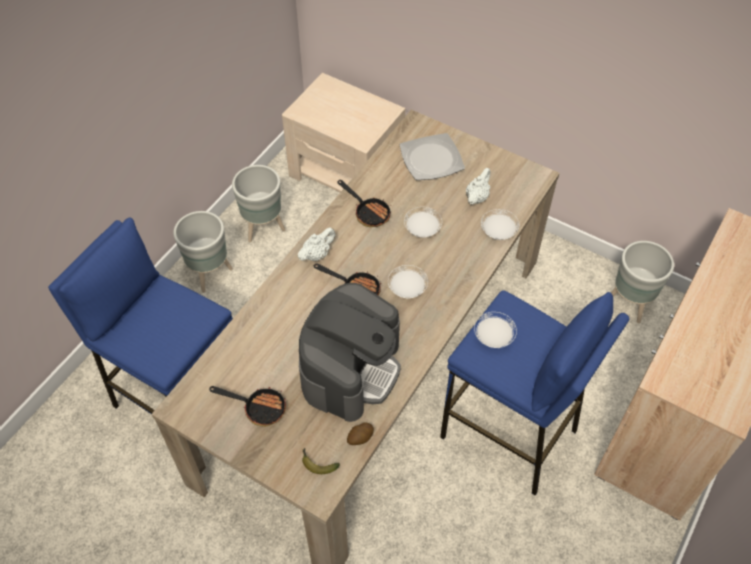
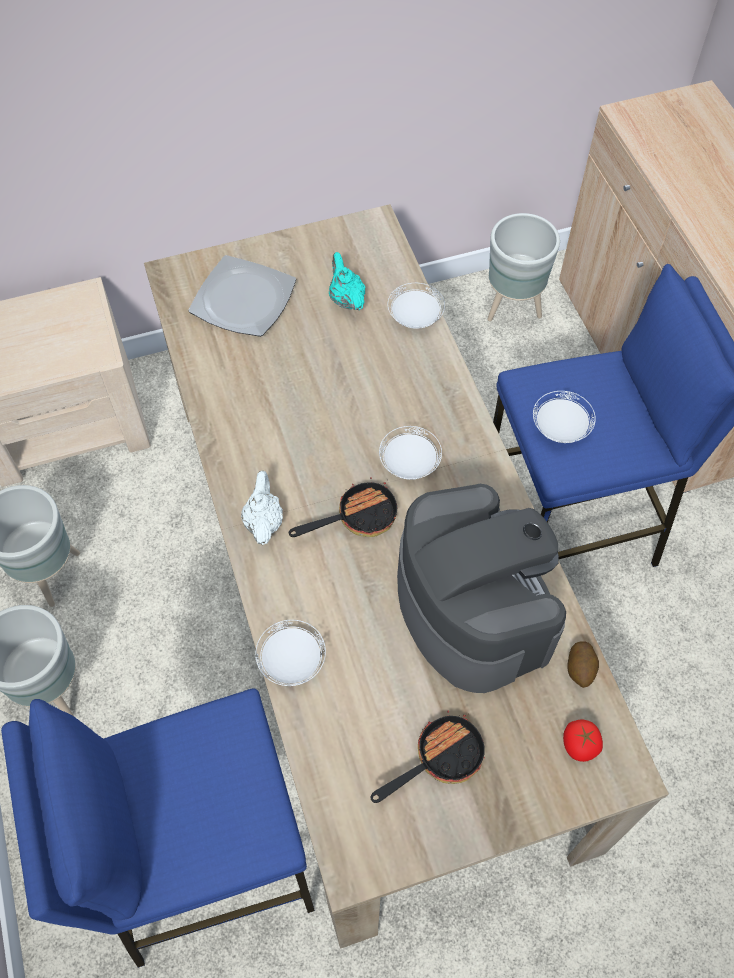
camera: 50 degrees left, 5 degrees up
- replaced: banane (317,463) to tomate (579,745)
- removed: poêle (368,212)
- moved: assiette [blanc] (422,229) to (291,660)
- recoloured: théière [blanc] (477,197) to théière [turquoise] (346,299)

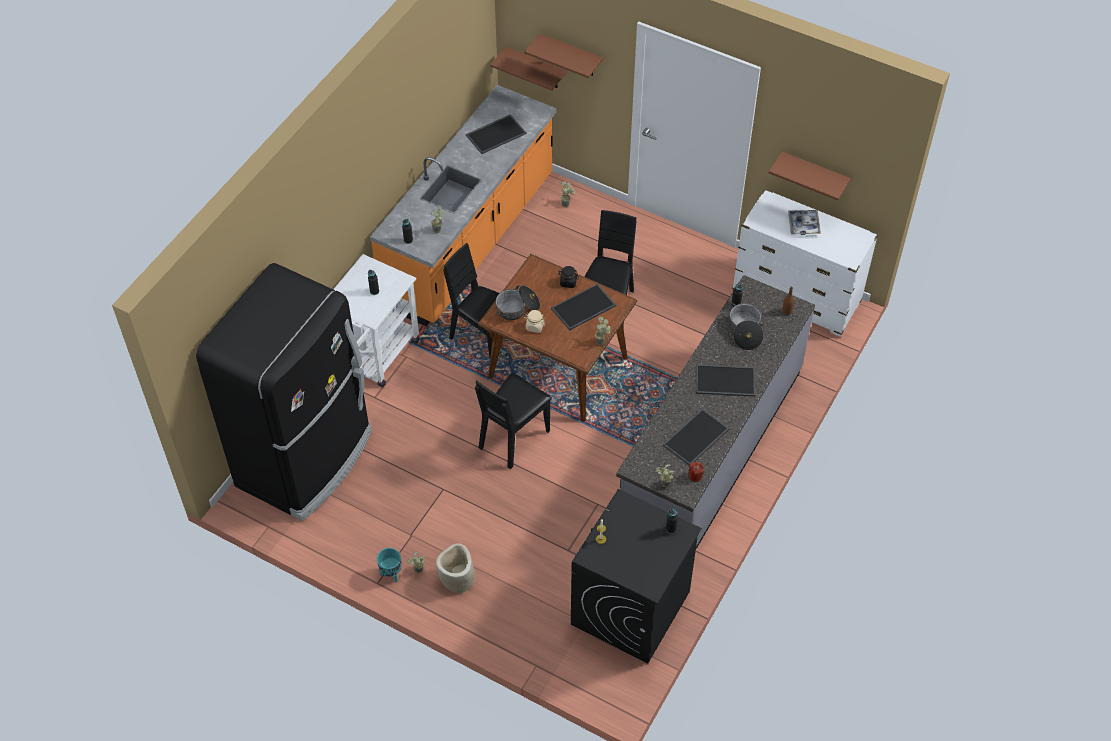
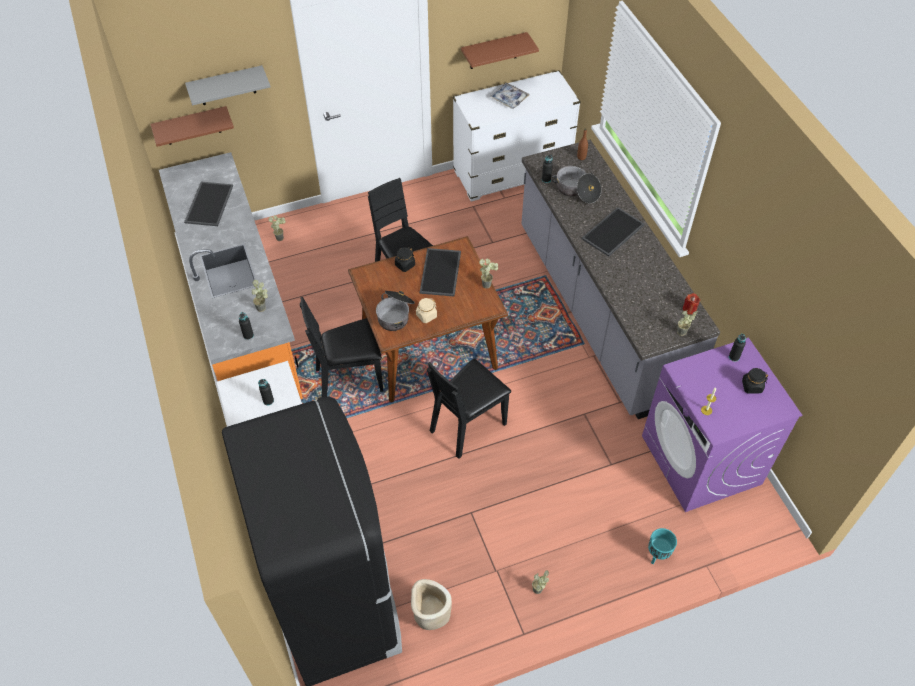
camera: 50 degrees left, 0 degrees up
- moved: cache-pot [turquoise] (391,574) to (658,555)
- moved: cache-pot [beige] (457,578) to (431,613)
- turned: chaise [noir] (514,438) = (468,426) 60 degrees clockwise
- recoloured: étagère [marron] (571,56) to étagère [gris] (226,86)
- recoloured: lave-linge [noir] (630,608) to lave-linge [violet] (701,460)
- removed: plateau (696,438)
- added: bocal [noir] (751,386)

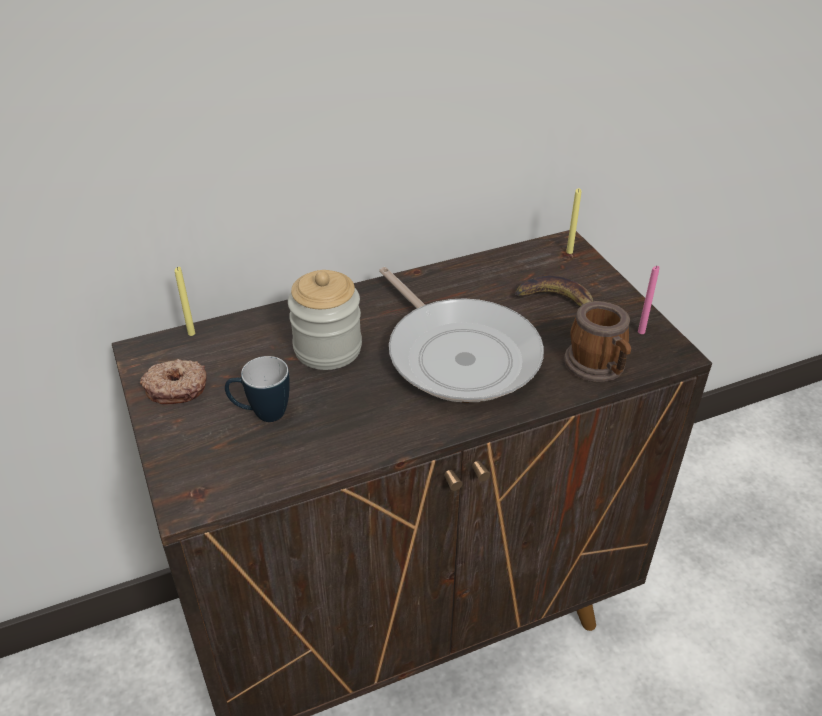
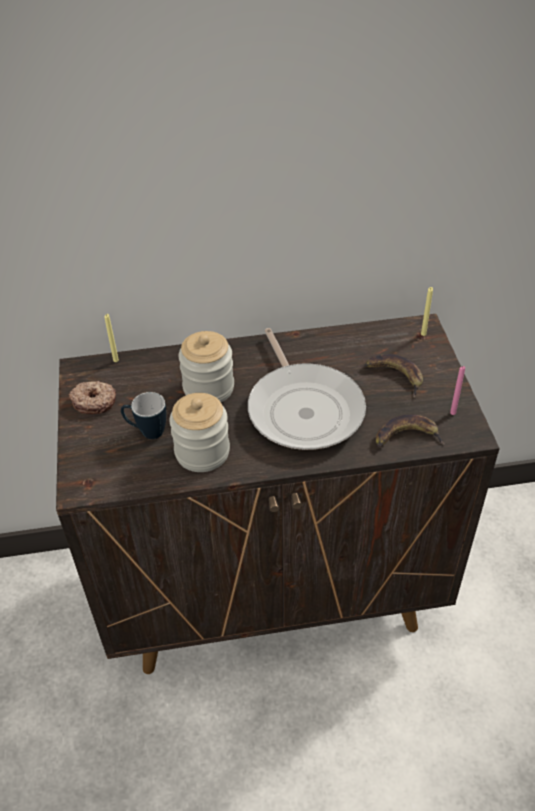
camera: 15 degrees right, 5 degrees up
- replaced: mug (598,367) to banane (406,437)
- added: bocal (202,452)

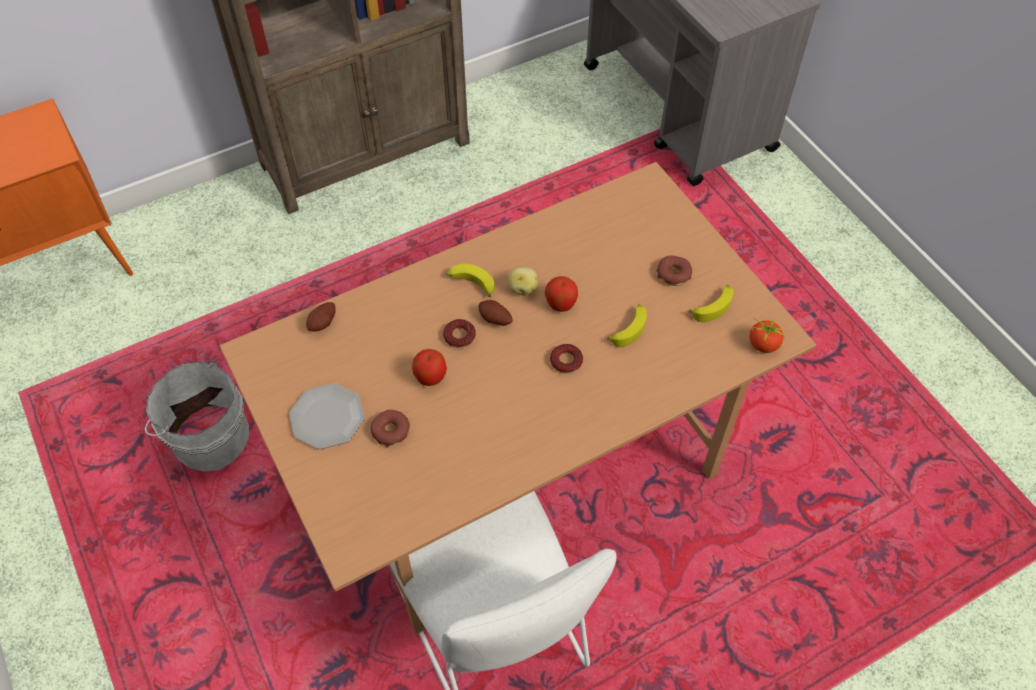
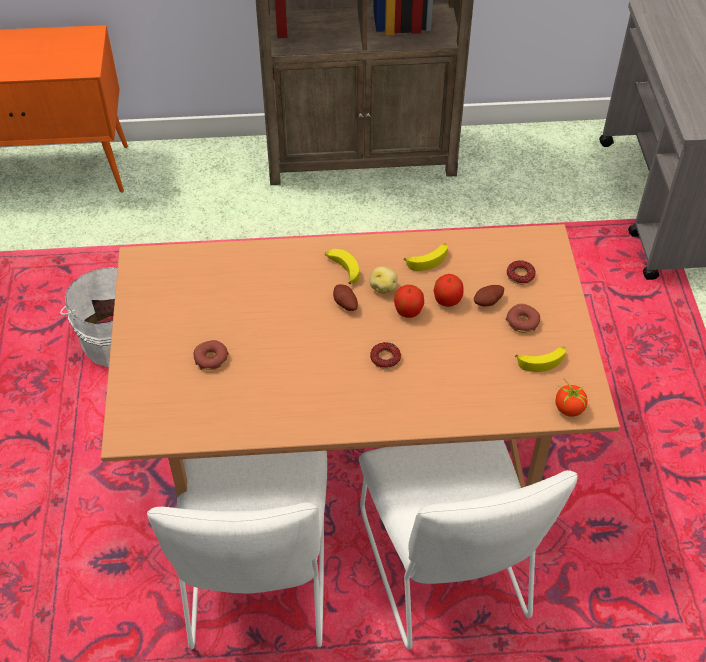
camera: 25 degrees right, 5 degrees down
- removed: assiette (328,417)
- moved: pomme de terre (323,323) to (488,302)
- moved: pomme (430,377) to (447,300)
- moved: beignet (459,336) to (520,275)
- moved: banane (629,328) to (428,259)
- added: chaise [blanc] (446,572)

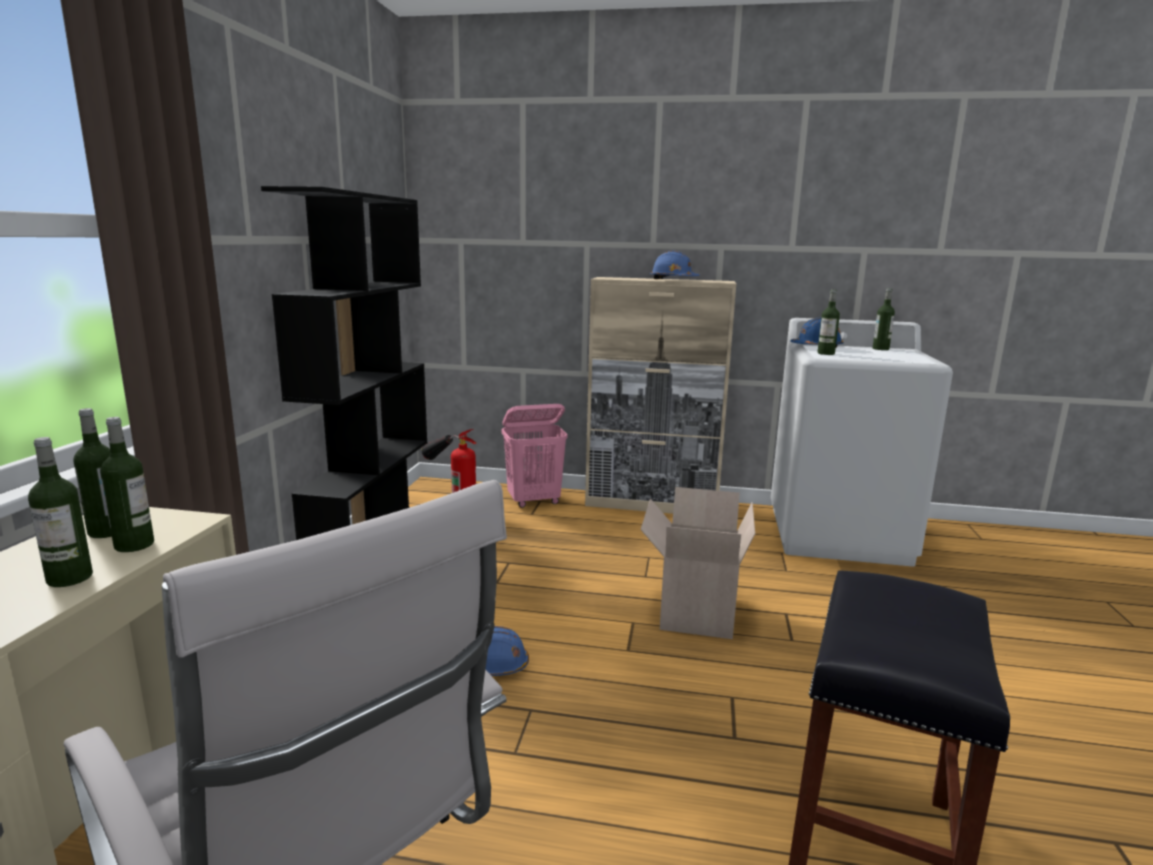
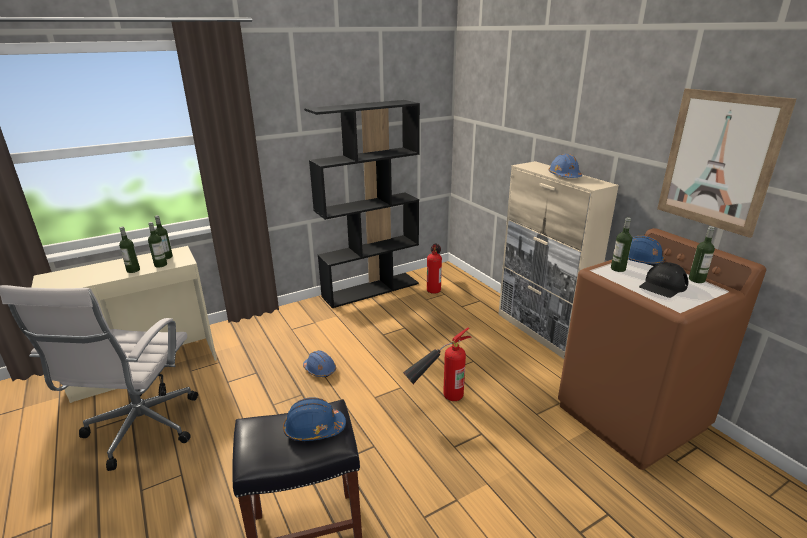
camera: 50 degrees right, 10 degrees up
- removed: panier à linge [rose] (534,501)
- replaced: carton (694,612) to extincteur (437,401)
- recoloured: lave-linge [blanc] (839,534) to lave-linge [marron] (631,417)
- added: casque de chantier [bleu] (314,429)
- added: casquette [noir] (662,286)
- added: tableau (718,161)

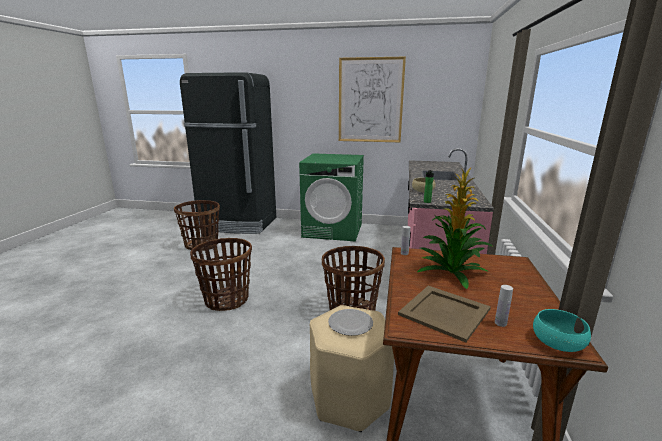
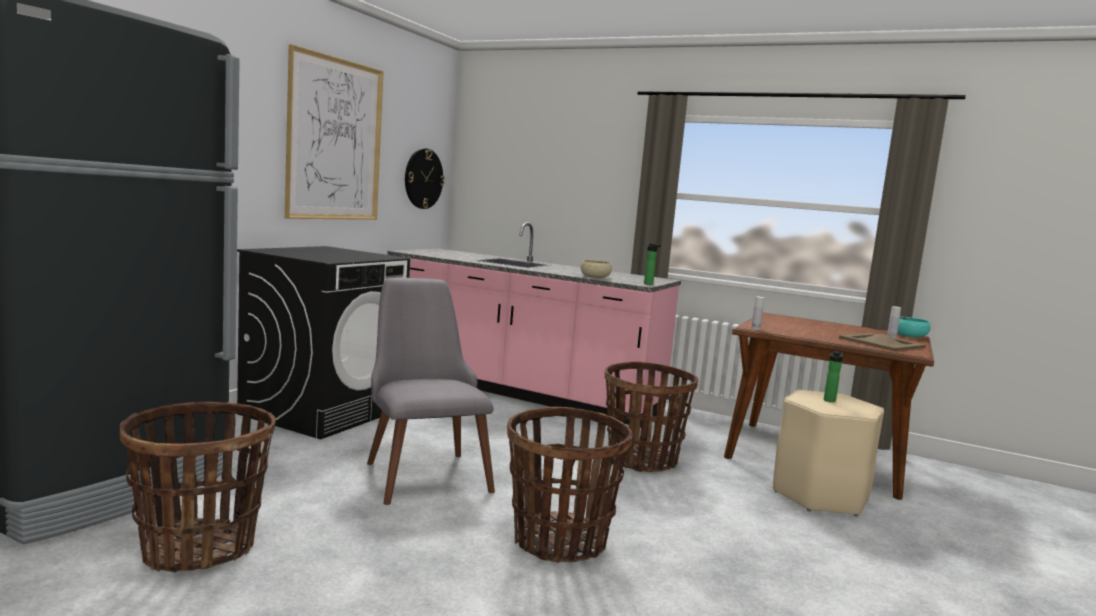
camera: 75 degrees left, 10 degrees down
- recoloured: lave-linge [vert] (333,230) to lave-linge [noir] (323,411)
- replaced: assiette (351,324) to bouteille (830,400)
- removed: plante en pot (452,272)
- added: chaise [gris] (422,470)
- added: horloge murale (423,178)

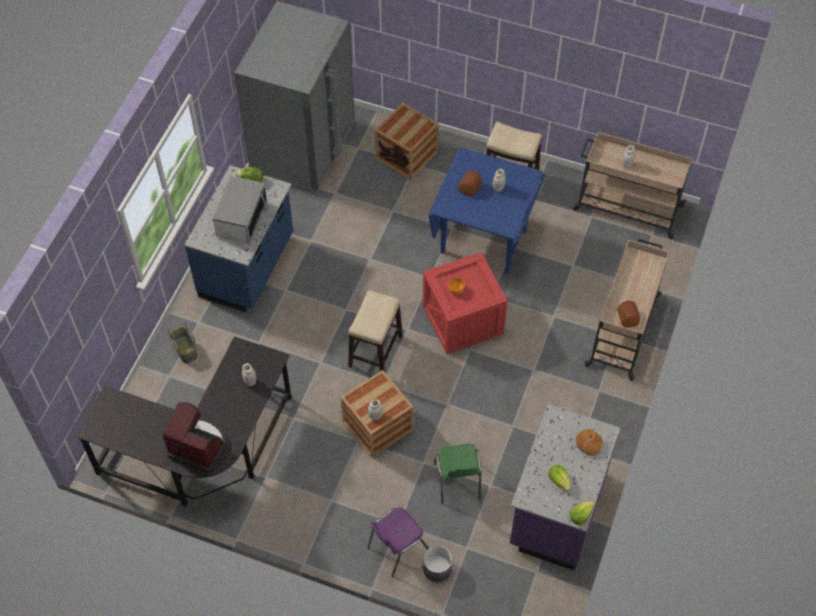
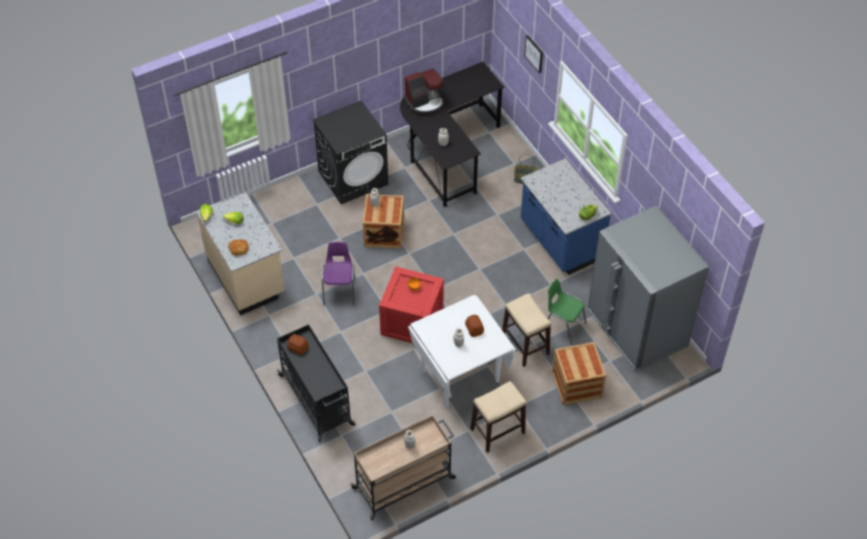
camera: 130 degrees right, 5 degrees down
- removed: micro-ondes (241,219)
- moved: tabouret (376,351) to (525,345)
- moved: chaise [violet] (396,549) to (340,291)
- removed: cache-pot [gris] (437,568)
- recoloured: table à manger [bleu] (483,240) to table à manger [blanc] (460,376)
- moved: chaise [vert] (457,482) to (563,326)
- recoloured: comptoir de cuisine [violet] (556,509) to comptoir de cuisine [beige] (247,276)
- recoloured: chariot [beige] (623,329) to chariot [noir] (317,401)
- added: lave-linge [noir] (353,177)
- added: tableau (534,53)

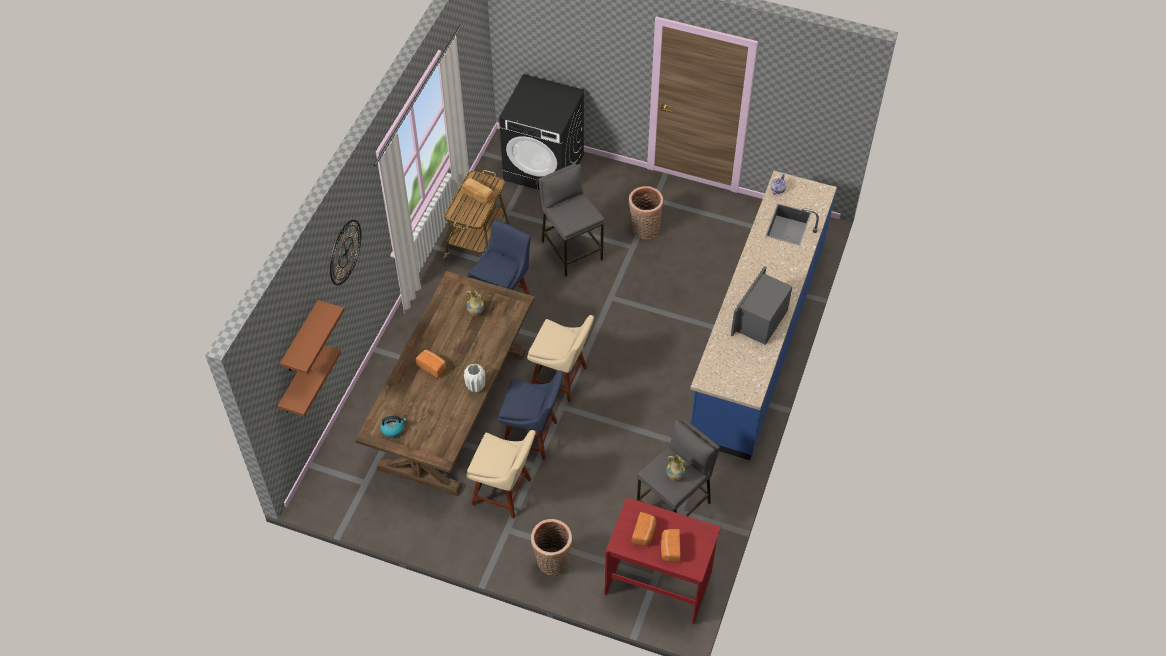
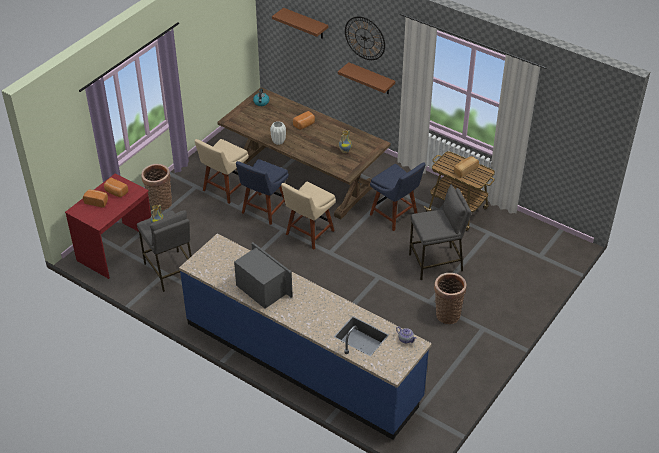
camera: 105 degrees right, 10 degrees down
- moved: étagère [marron] (298,381) to (371,79)
- removed: lave-linge [noir] (544,167)

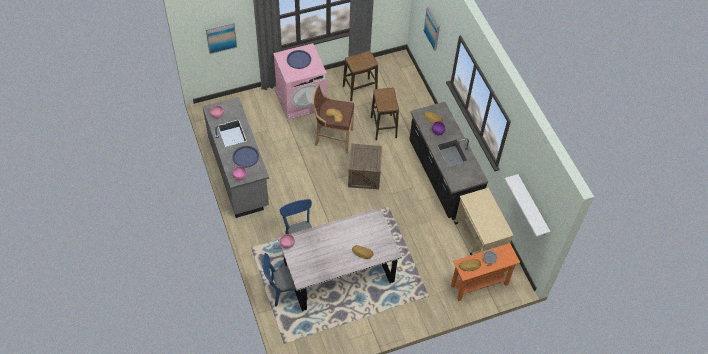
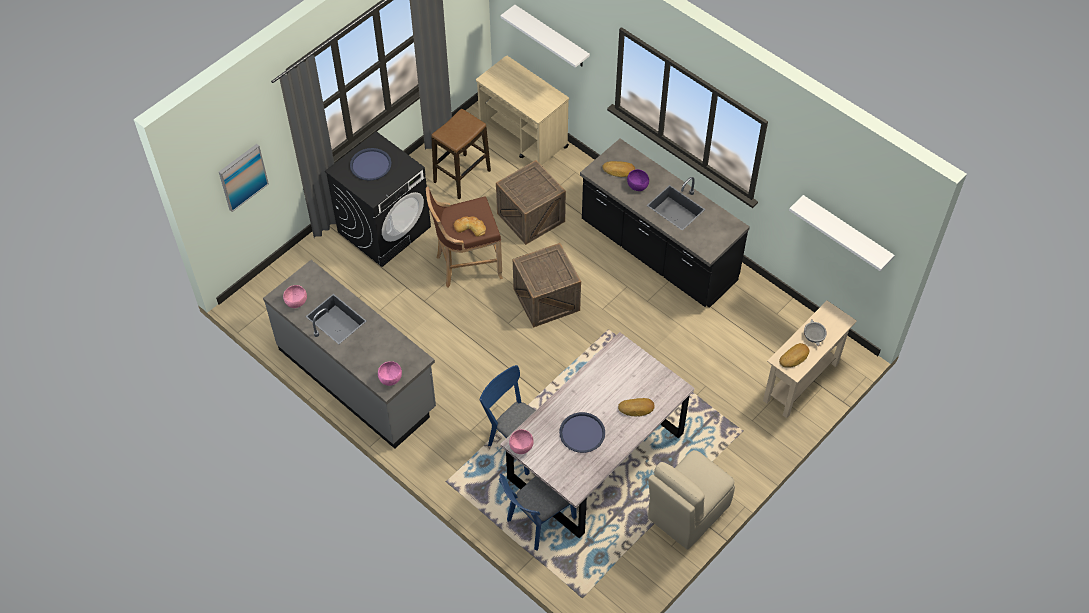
camera: 25 degrees left, 0 degrees up
- moved: plateau [bleu] (245,157) to (582,433)
- recoloured: lave-linge [rose] (301,100) to lave-linge [noir] (384,229)
- replaced: tabouret (383,127) to caisse (531,217)
- replaced: tableau (432,28) to étagère [blanc] (551,37)
- recoloured: table console [orange] (479,285) to table console [beige] (800,382)
- moved: chariot [beige] (479,242) to (524,138)
- added: chaise [beige] (687,513)

